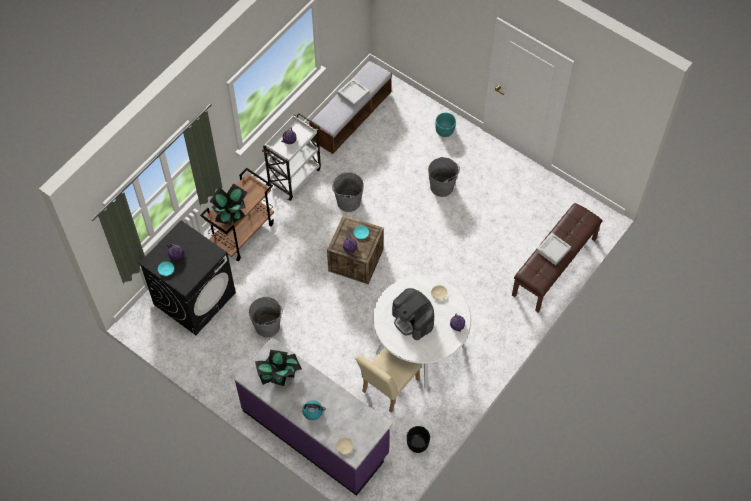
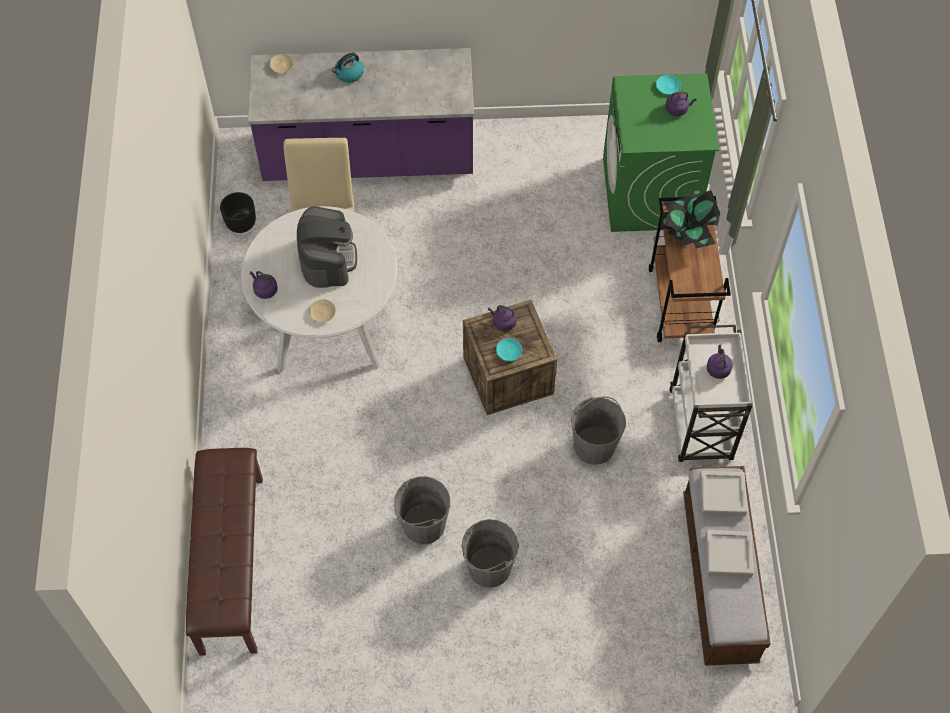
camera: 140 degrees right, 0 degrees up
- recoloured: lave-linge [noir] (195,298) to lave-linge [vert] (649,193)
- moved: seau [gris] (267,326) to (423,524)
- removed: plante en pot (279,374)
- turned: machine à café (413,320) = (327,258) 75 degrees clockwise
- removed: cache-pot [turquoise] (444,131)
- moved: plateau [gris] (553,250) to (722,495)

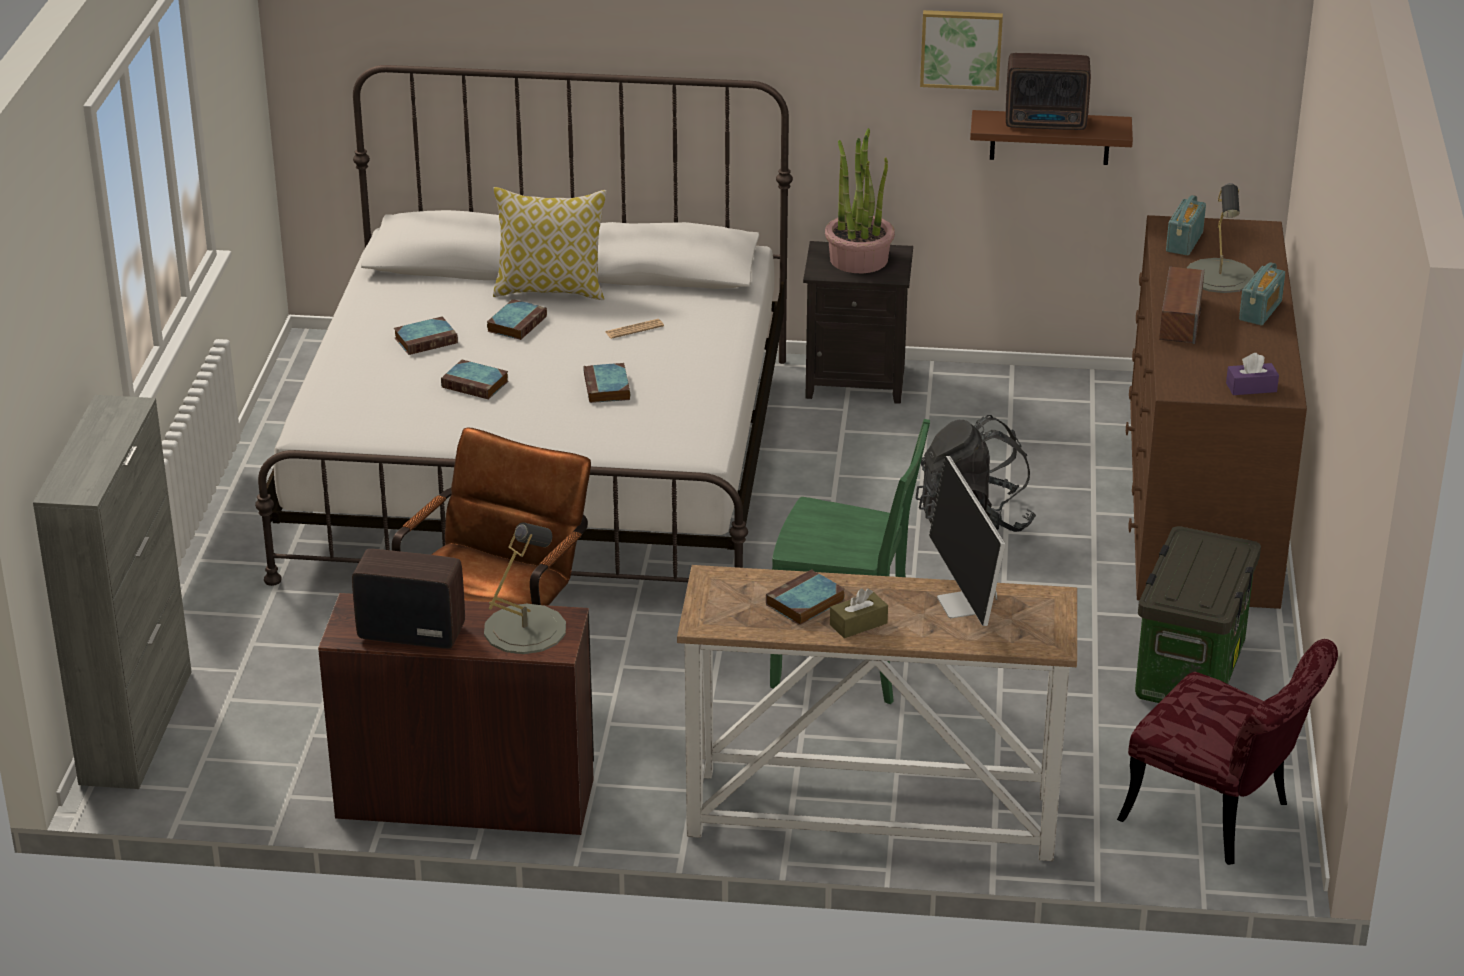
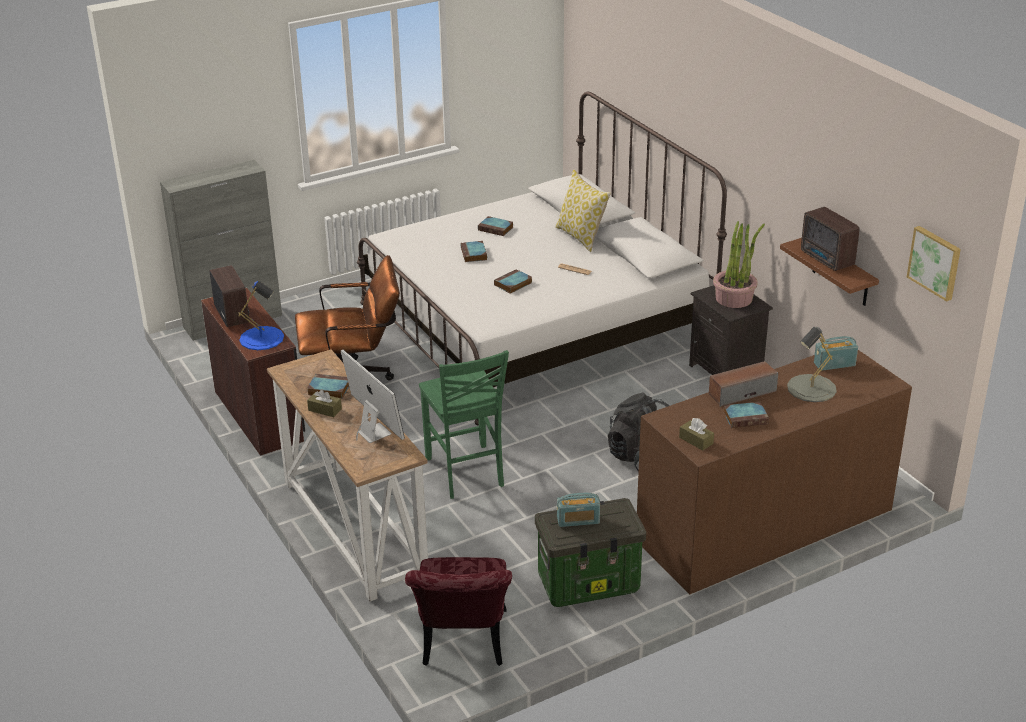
camera: 55 degrees right, 0 degrees up
- recoloured: lampe de table [gris] (525,629) to lampe de table [bleu] (262,338)
- moved: livre (517,323) to (746,417)
- moved: tableau (961,48) to (935,262)
- turned: écran d'ordinateur (965,605) = (373,433) 105 degrees clockwise
- recoloured: boîte à mouchoirs [violet] (1251,387) to boîte à mouchoirs [marron] (696,440)
- moved: radio (1260,311) to (578,520)

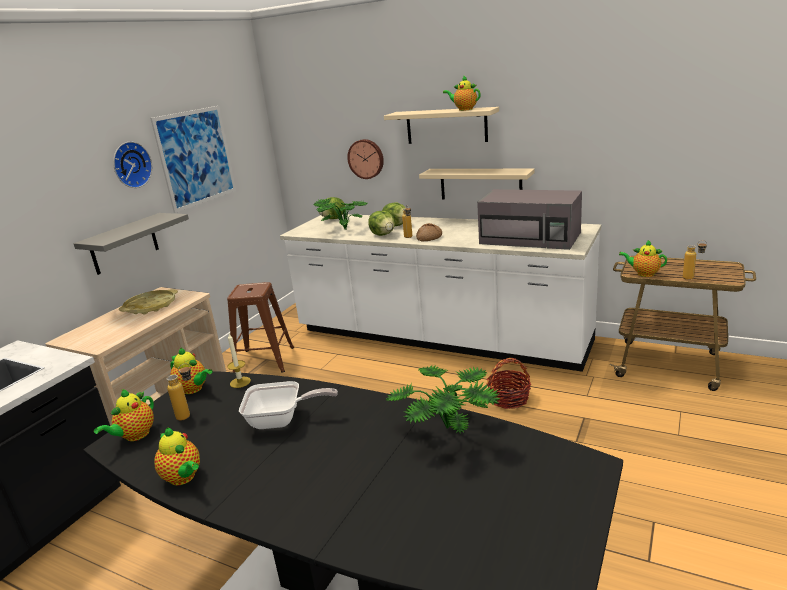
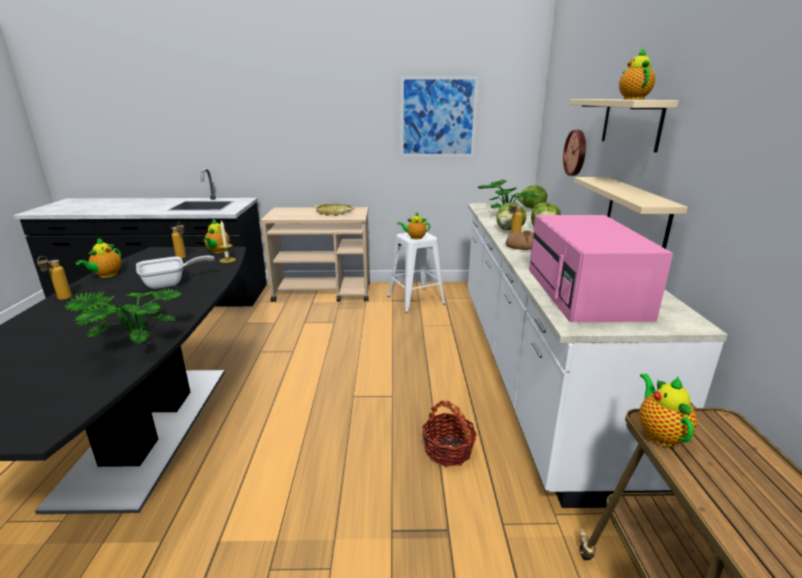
camera: 60 degrees right, 0 degrees up
- removed: étagère [gris] (124,244)
- moved: théière (135,436) to (415,238)
- removed: horloge murale (130,165)
- recoloured: tabouret [marron] (263,360) to tabouret [blanc] (416,299)
- turned: poêle (281,420) = (170,283) 90 degrees counterclockwise
- recoloured: micro-ondes [gris] (531,238) to micro-ondes [rose] (585,293)
- moved: bouteille (692,278) to (60,300)

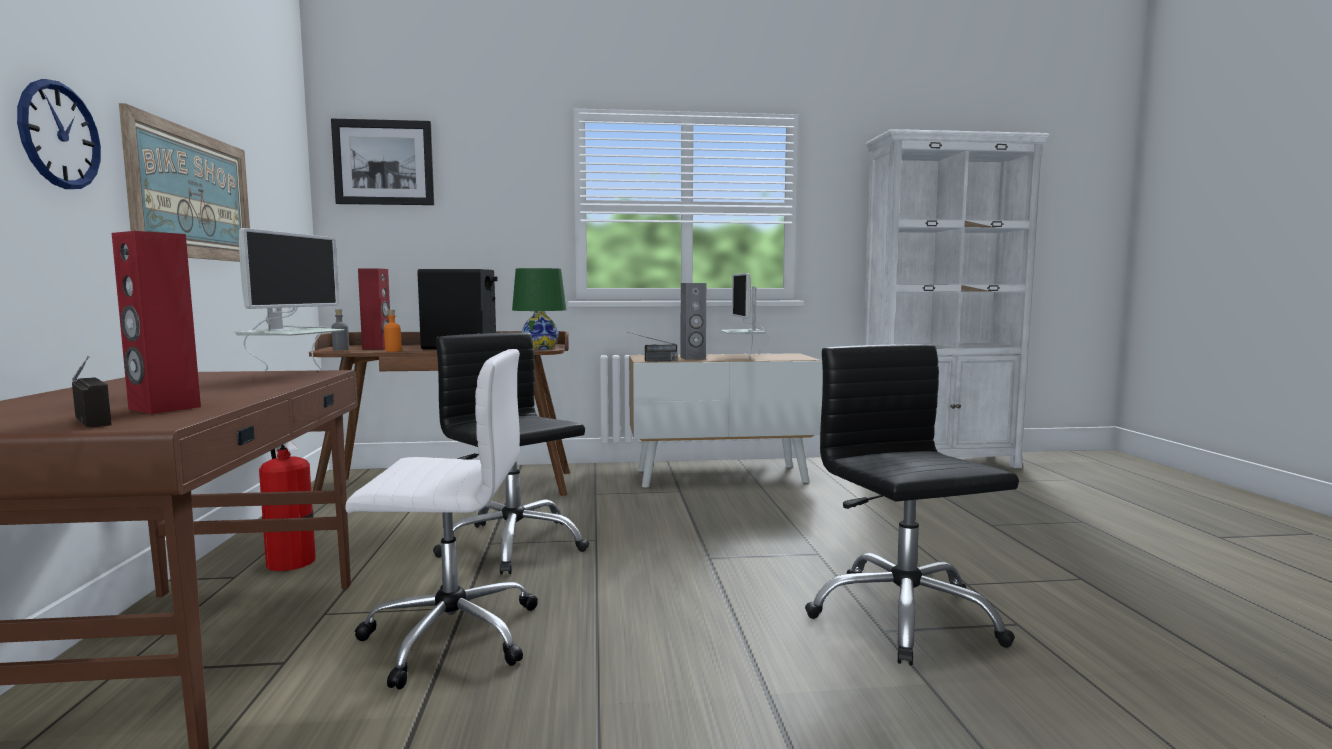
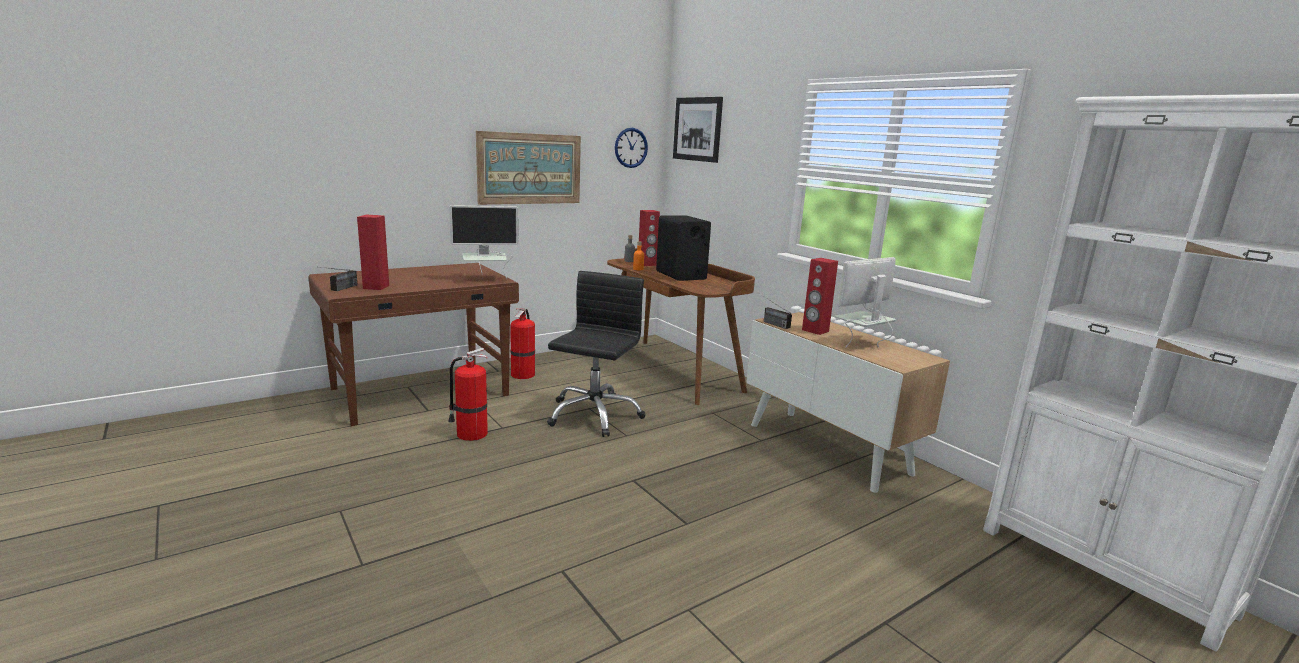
camera: 60 degrees right, 10 degrees up
- moved: horloge murale (59,135) to (631,147)
- replaced: chaise de bureau [blanc] (448,635) to extincteur (470,434)
- removed: lampe de table [vert] (540,348)
- recoloured: enceinte [gris] (693,358) to enceinte [rouge] (815,330)
- removed: chaise de bureau [noir] (903,616)

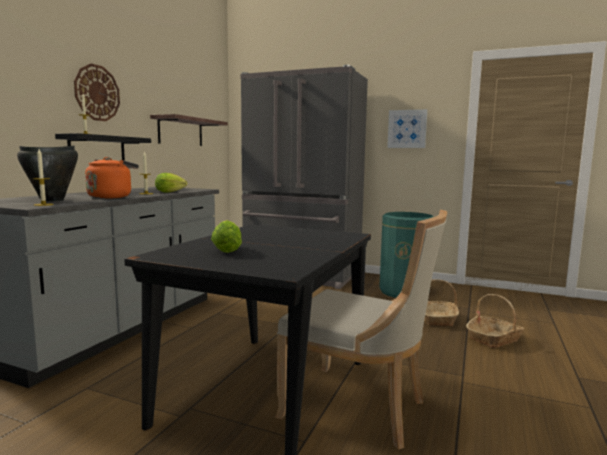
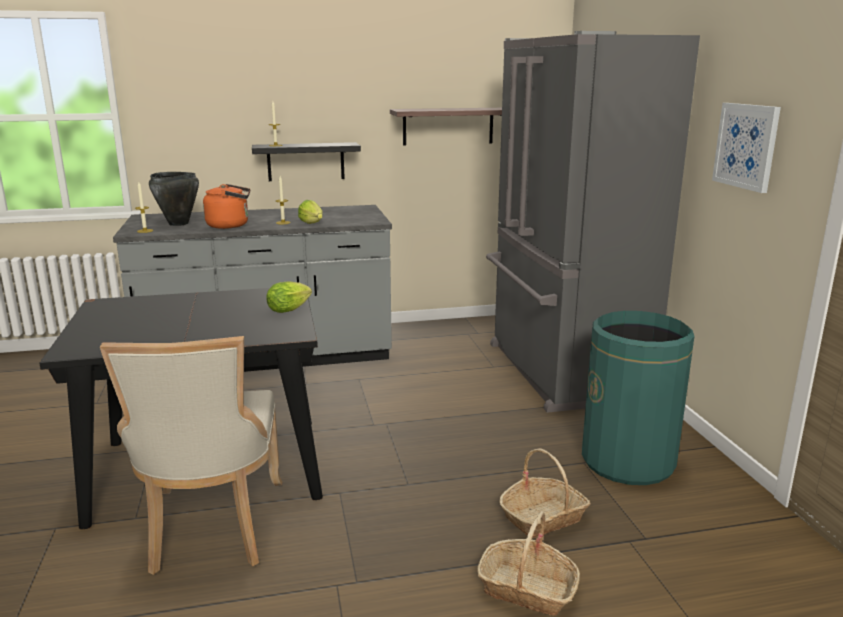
camera: 55 degrees right, 10 degrees up
- removed: horloge murale (97,93)
- moved: laitue (227,250) to (291,309)

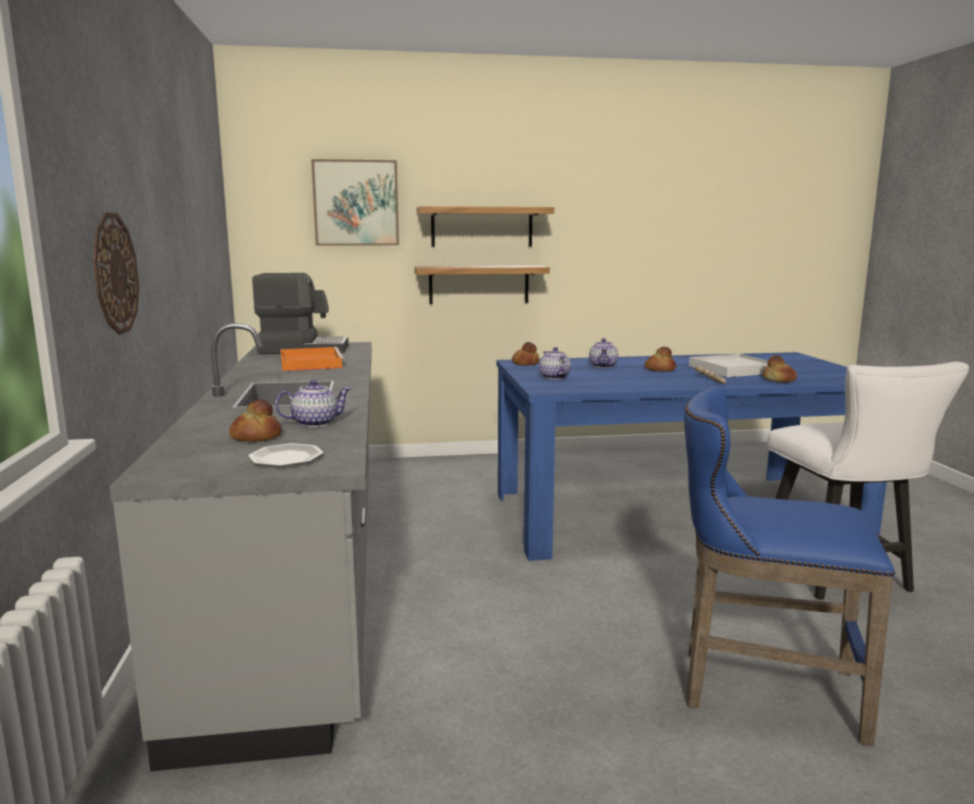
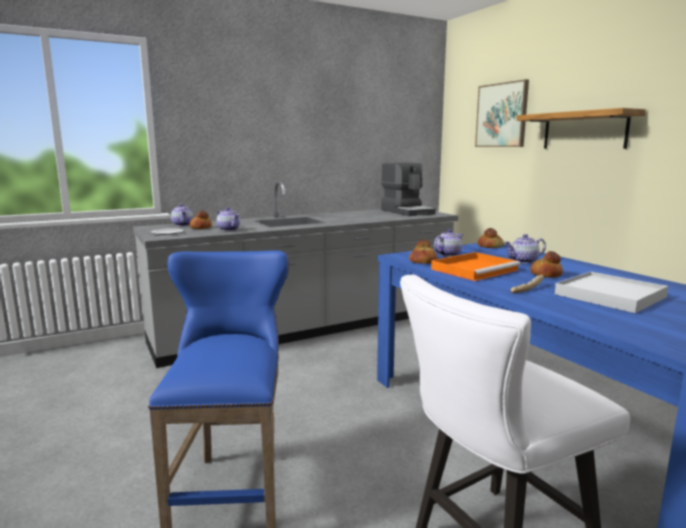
camera: 70 degrees right, 0 degrees up
- removed: horloge murale (115,273)
- moved: plateau [orange] (310,363) to (475,269)
- removed: étagère (479,284)
- moved: pain (779,380) to (423,261)
- added: théière (183,225)

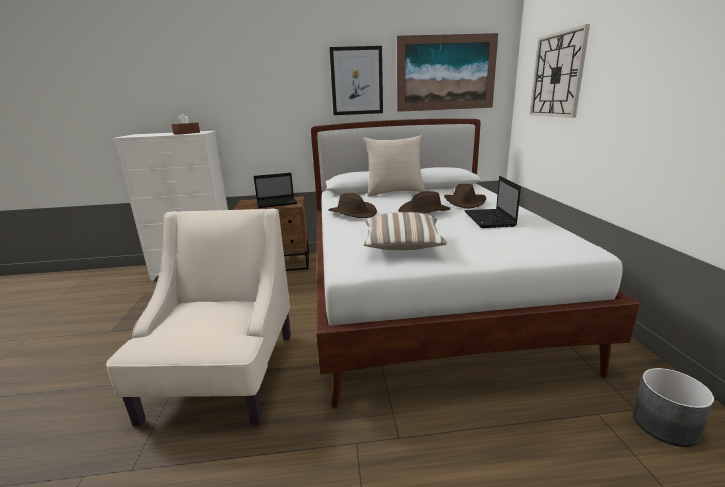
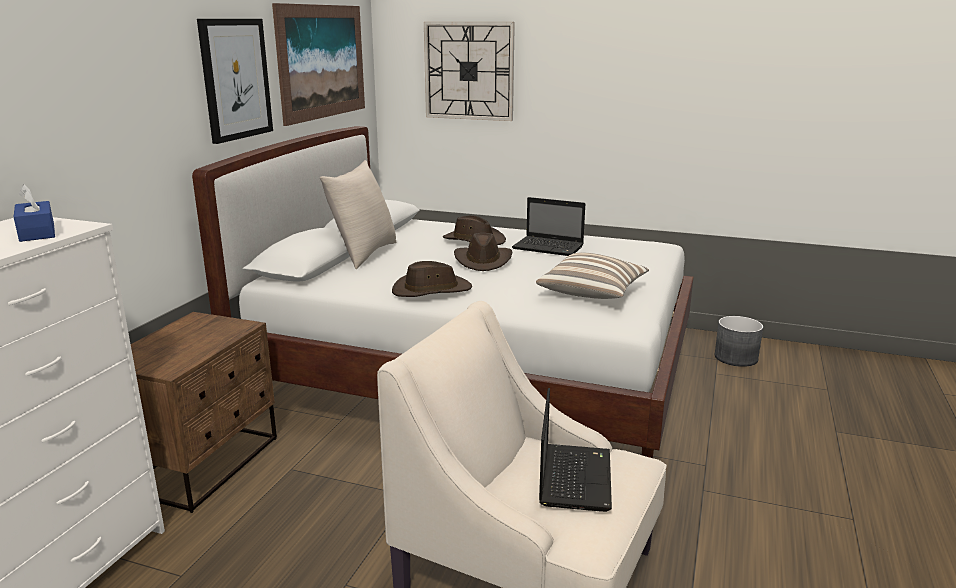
camera: 65 degrees left, 0 degrees up
- recoloured: boîte à mouchoirs [marron] (187,133) to boîte à mouchoirs [bleu] (37,232)
- moved: ordinateur portable (277,203) to (574,476)

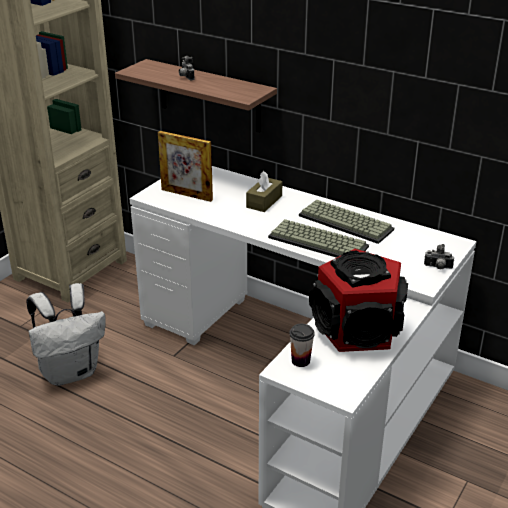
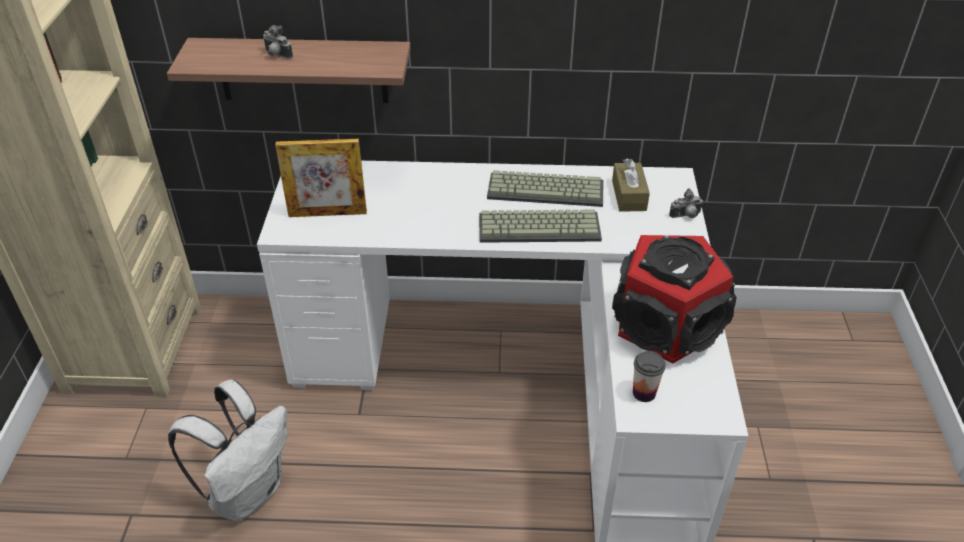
camera: 30 degrees left, 10 degrees up
- moved: boîte à mouchoirs [marron] (264,201) to (629,195)

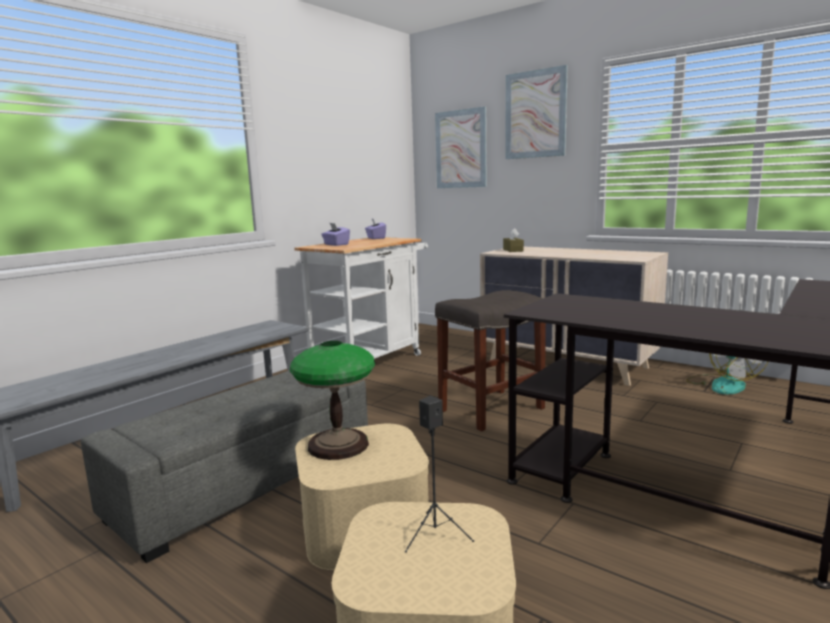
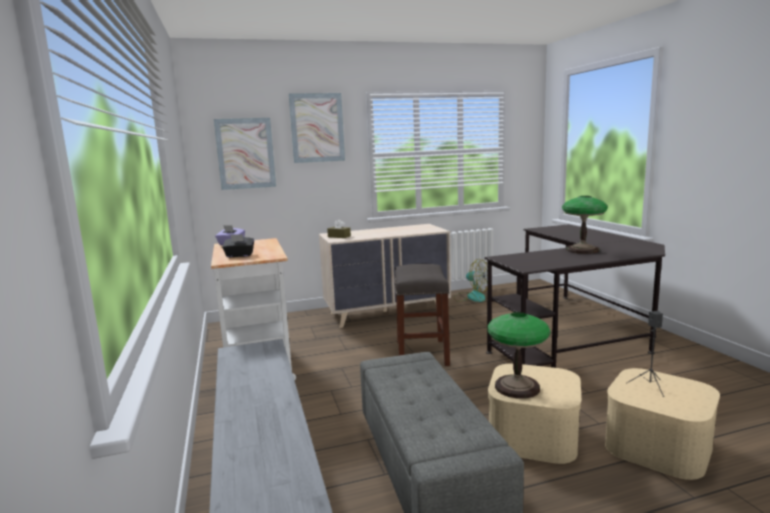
camera: 55 degrees left, 0 degrees up
- recoloured: boîte à mouchoirs [violet] (336,244) to boîte à mouchoirs [noir] (239,255)
- added: lampe de table (582,250)

